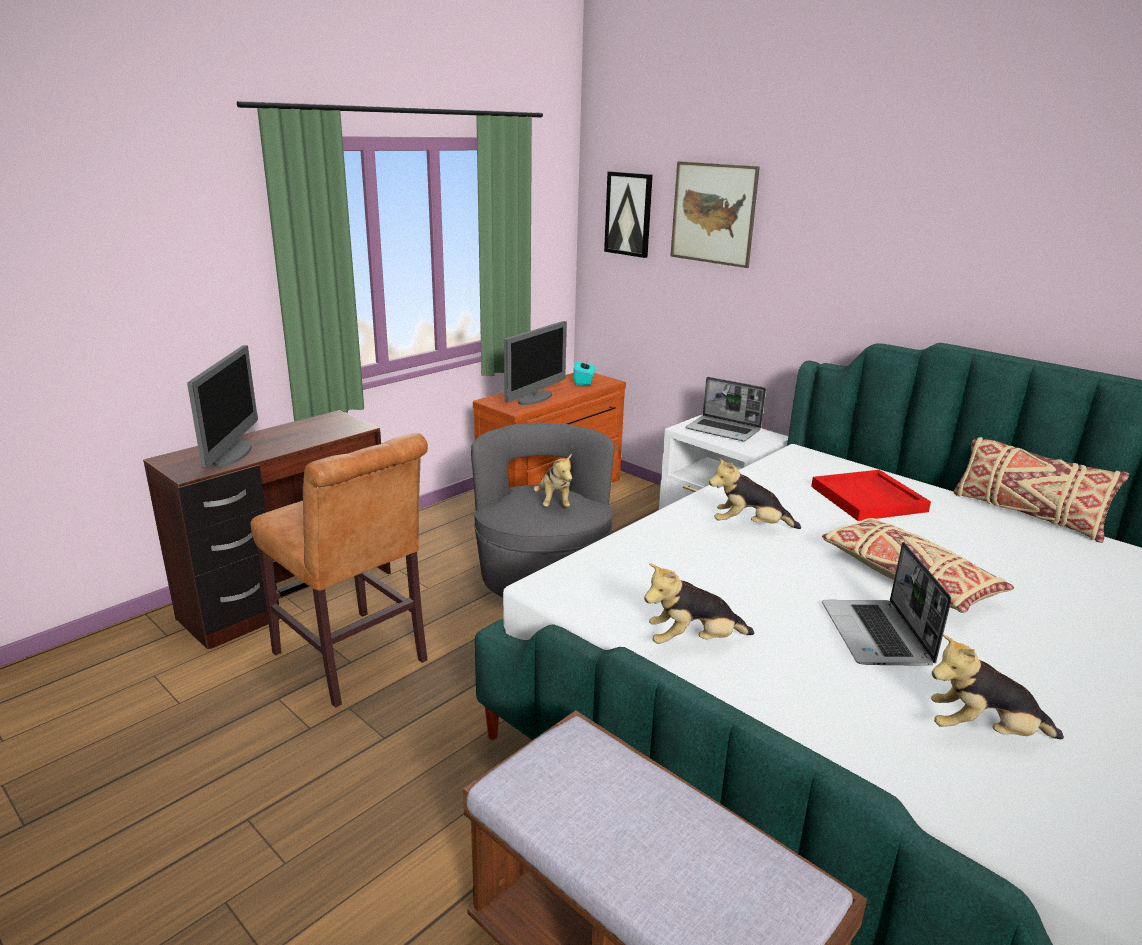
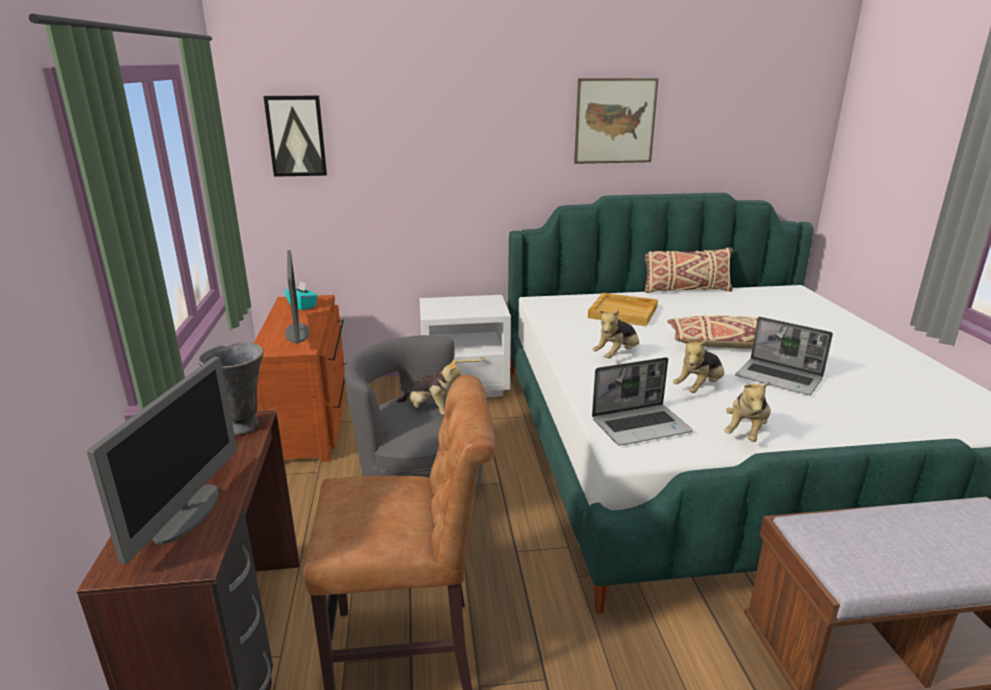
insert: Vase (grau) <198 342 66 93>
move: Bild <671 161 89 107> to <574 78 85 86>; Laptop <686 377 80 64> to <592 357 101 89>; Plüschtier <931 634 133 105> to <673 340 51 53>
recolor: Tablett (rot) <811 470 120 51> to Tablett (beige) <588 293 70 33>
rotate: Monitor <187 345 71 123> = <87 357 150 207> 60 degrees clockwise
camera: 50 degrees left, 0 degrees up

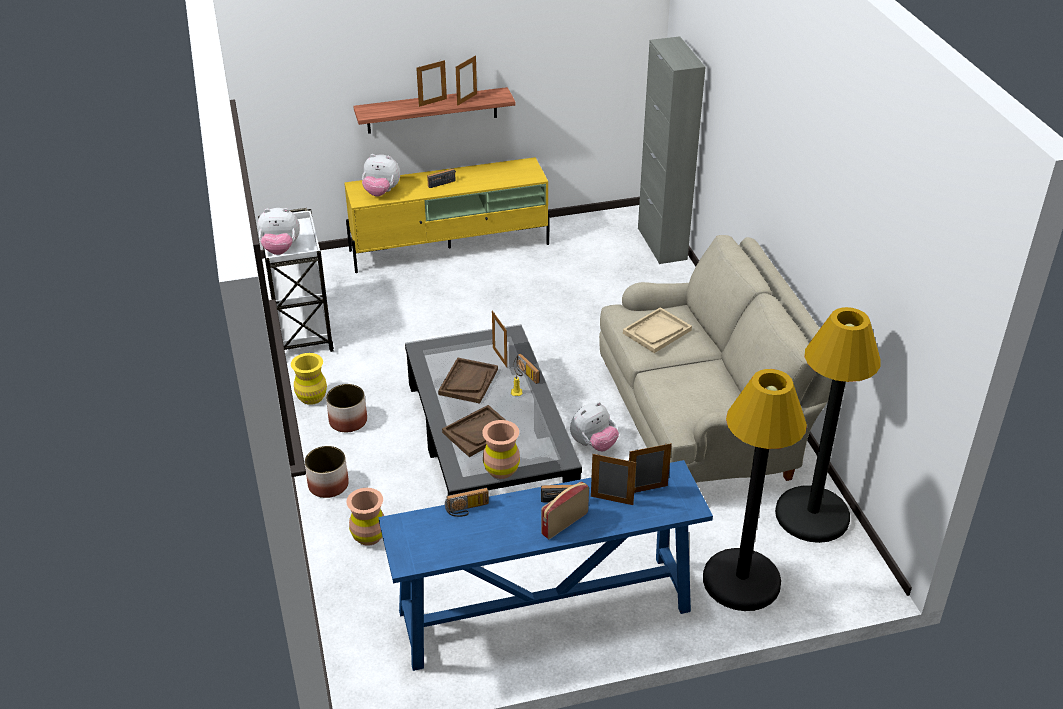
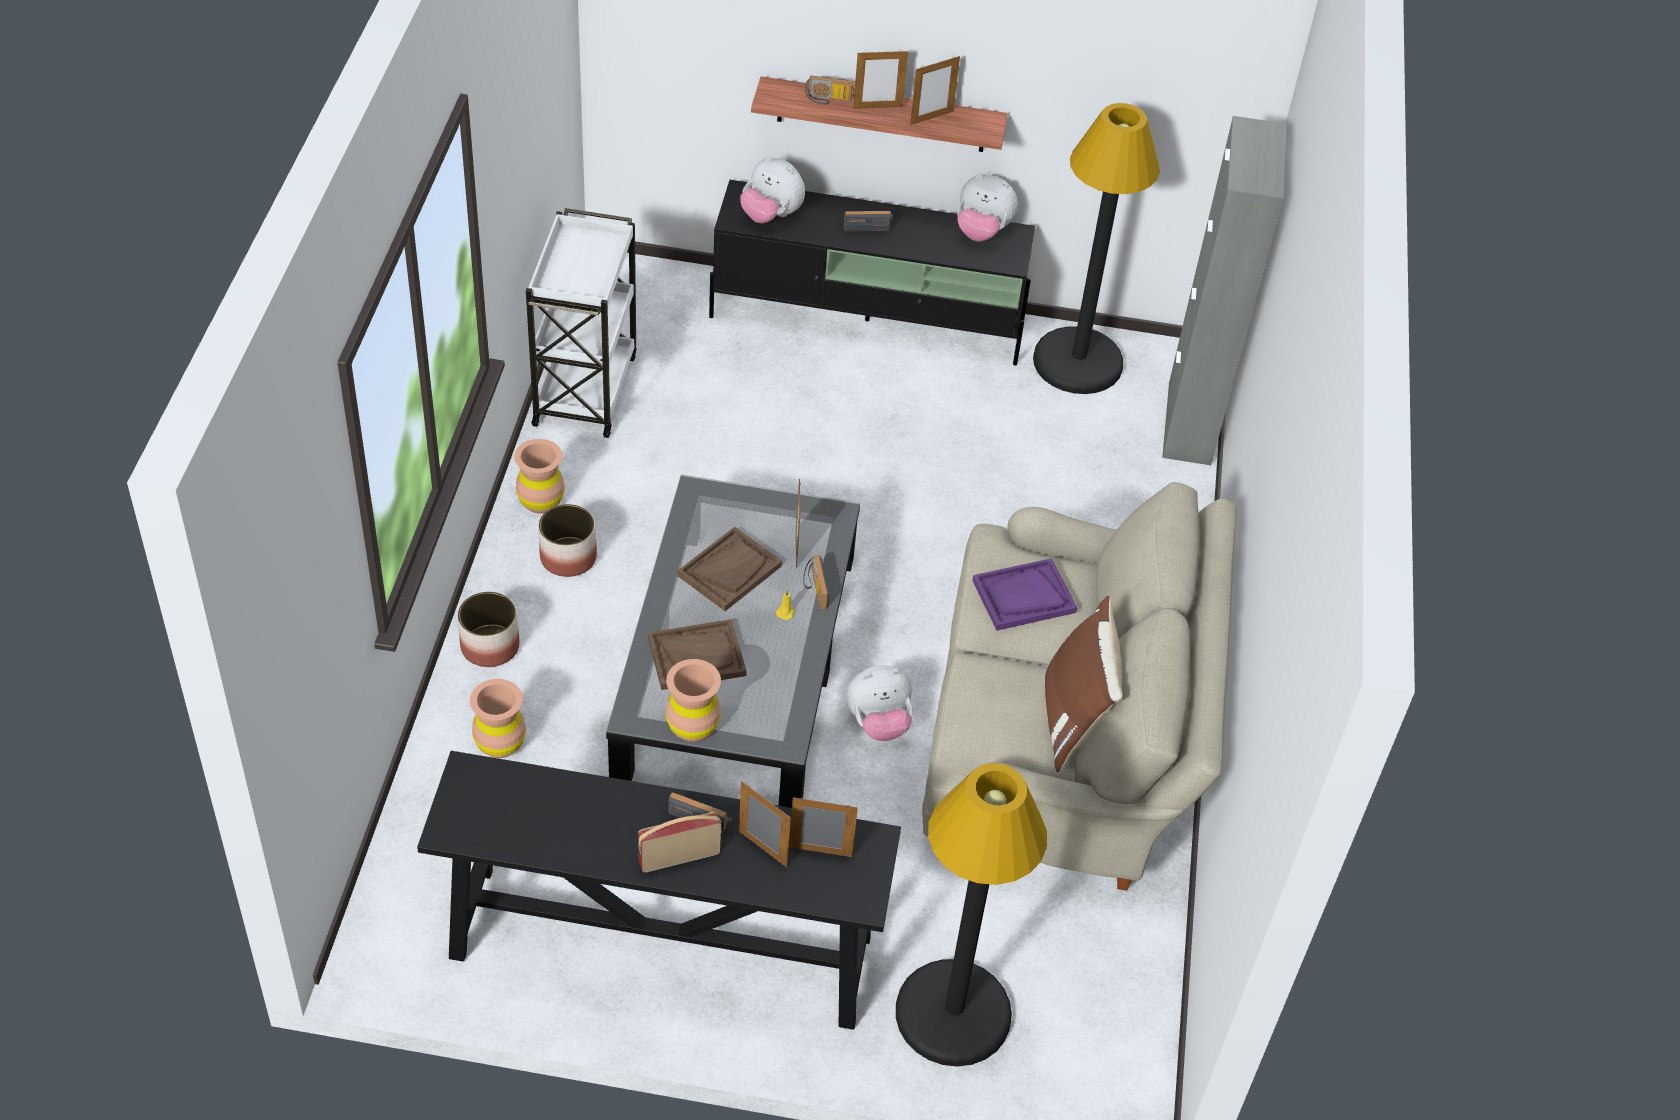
insert: Kissen (braun) <1045 596 78 176>
move: Radio <445 488 44 29> to <805 76 50 29>; Plüschtier <257 208 43 47> to <957 174 61 67>; Stehlampe (schwarz) <775 307 105 236> to <1033 103 127 291>
recolor: Konsolentisch (blau) <379 460 334 211> to Konsolentisch (schwarz) <417 751 484 279>; Vase (gelb) <291 353 36 52> to Vase (braun) <514 439 51 75>; Fernsehschrank (gelb) <344 157 206 116> to Fernsehschrank (schwarz) <709 180 326 185>; Tablett (beige) <623 307 69 46> to Tablett (lila) <972 558 105 73>
camera: 20 degrees right, 10 degrees up

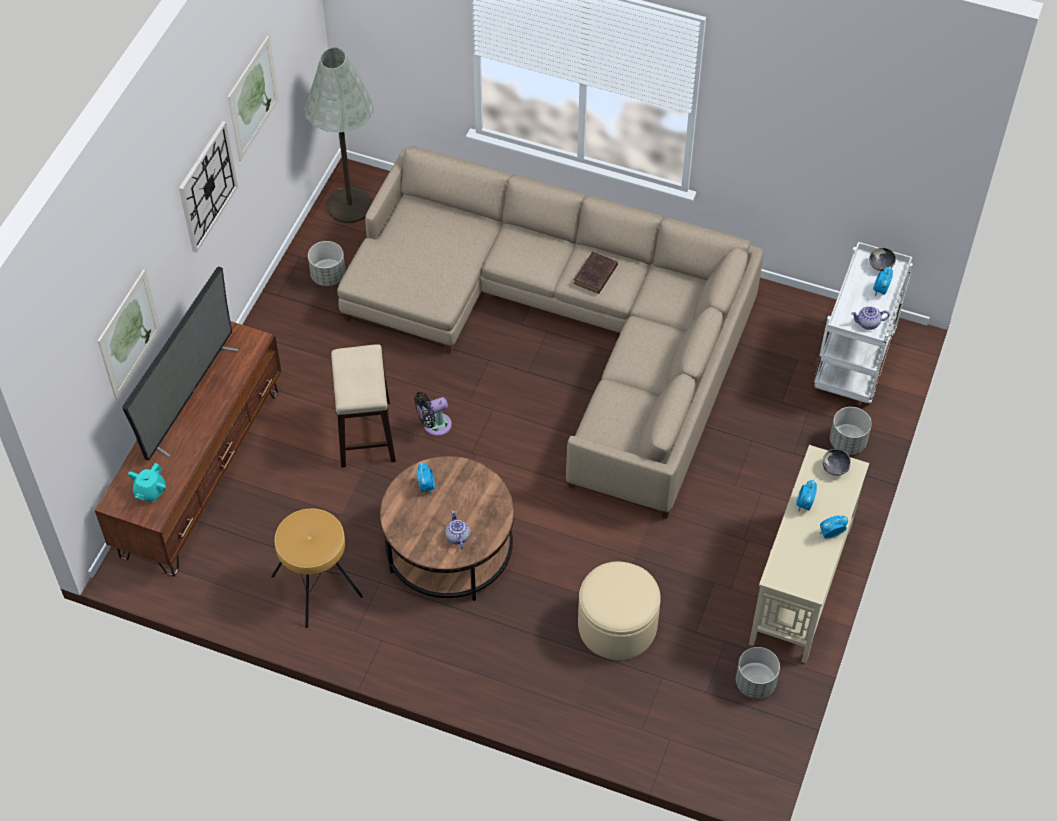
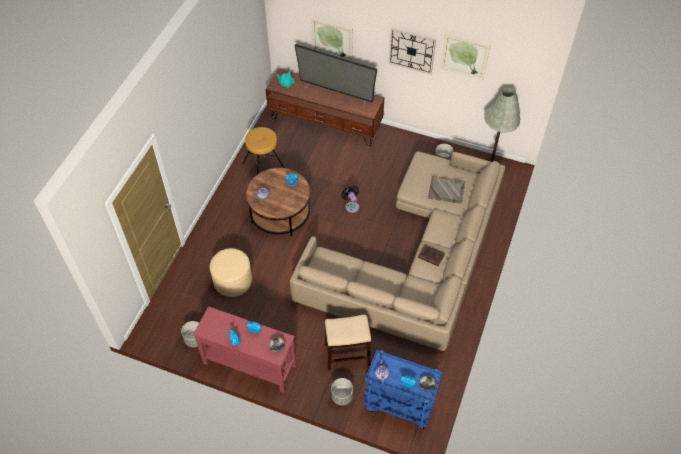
insert: Tablett (grau) <428 176 37 28>
move: Hocker <331 345 65 123> to <325 315 46 56>
recolor: Konsolentisch (beige) <749 445 120 218> to Konsolentisch (rot) <193 306 104 87>; Rollwagen (weiß) <814 242 99 162> to Rollwagen (blau) <364 350 78 80>
camera: 90 degrees right, 0 degrees up

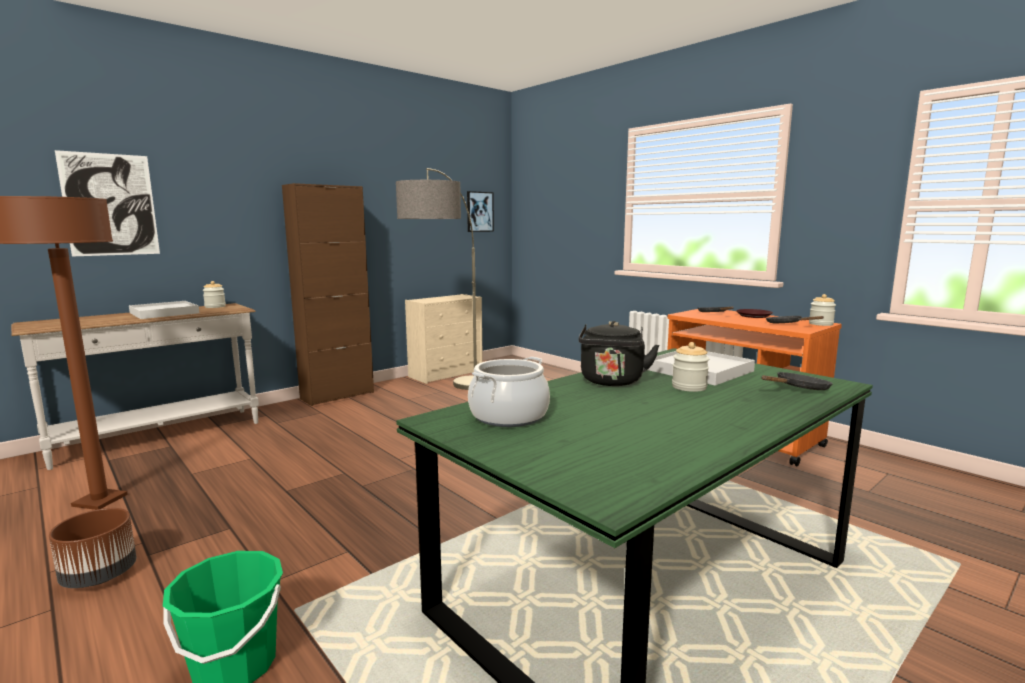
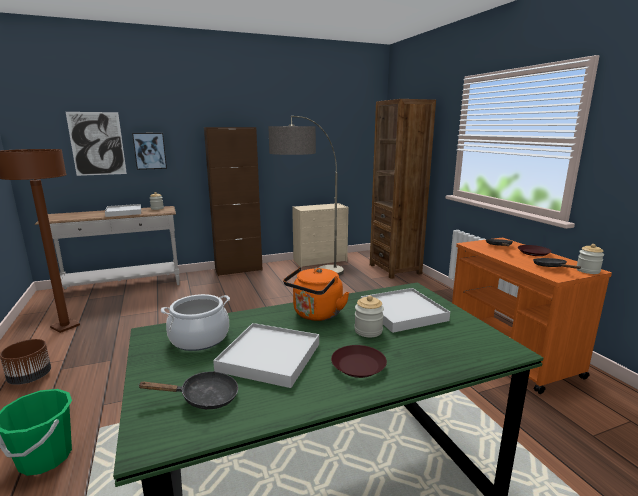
insert: Tablett (weiß) <213 323 106 65>; Teller (braun) <331 345 56 33>; Bücherregal (braun) <370 99 66 180>
move: Bild <467 191 27 41> to <132 133 35 37>; Pfanne (schwarz) <761 372 72 18> to <138 371 100 39>
recolor: Wasserkessel (schwarz) <579 321 81 65> to Wasserkessel (orange) <283 267 66 54>
camera: 20 degrees right, 5 degrees up

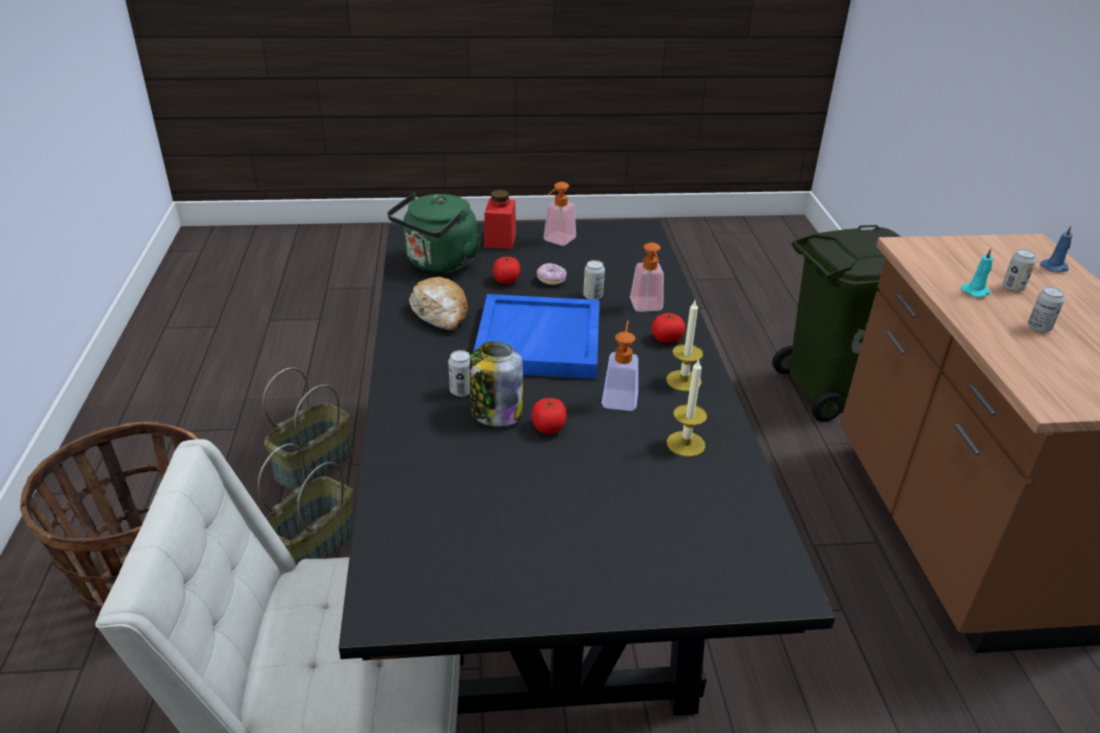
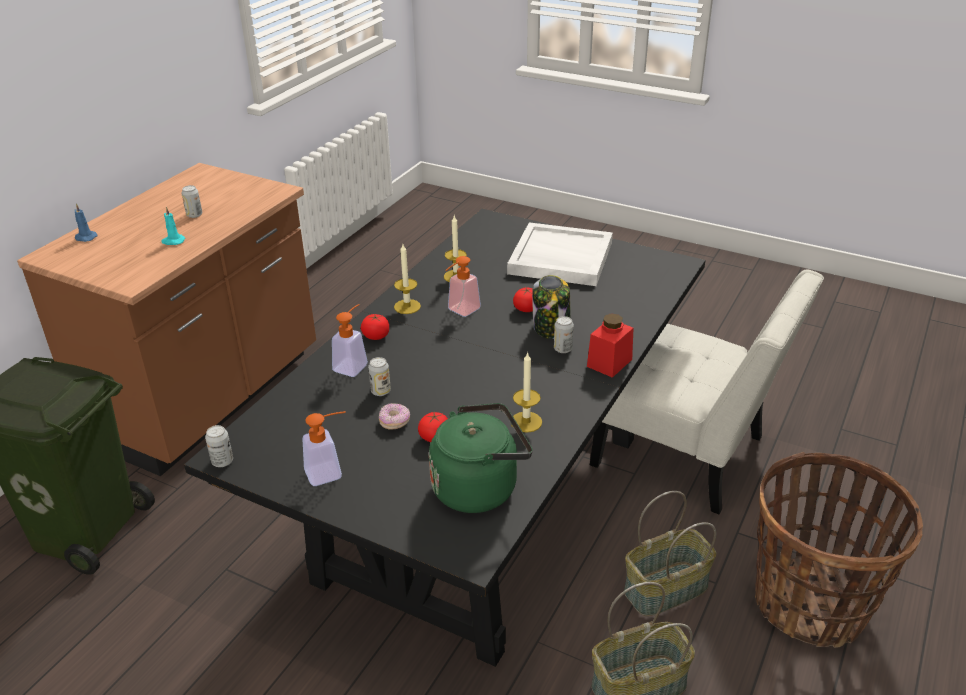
delete: Tablett (blau) <474 294 126 85>
insert: Tablett (weiß) <507 222 106 64>
move: Dose <1003 249 33 43> to <205 425 28 42>; Vorratsglas (rot) <484 190 32 59> to <587 314 46 64>
replace: Brot <409 277 59 53> to Kerze <511 352 31 81>
camera: 145 degrees left, 0 degrees up

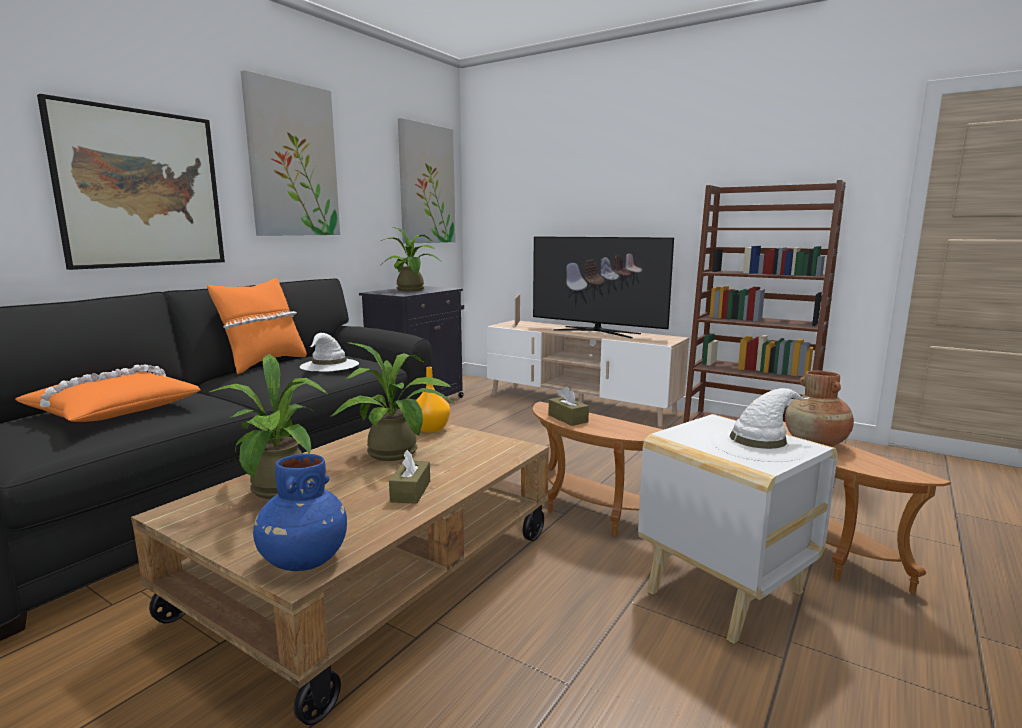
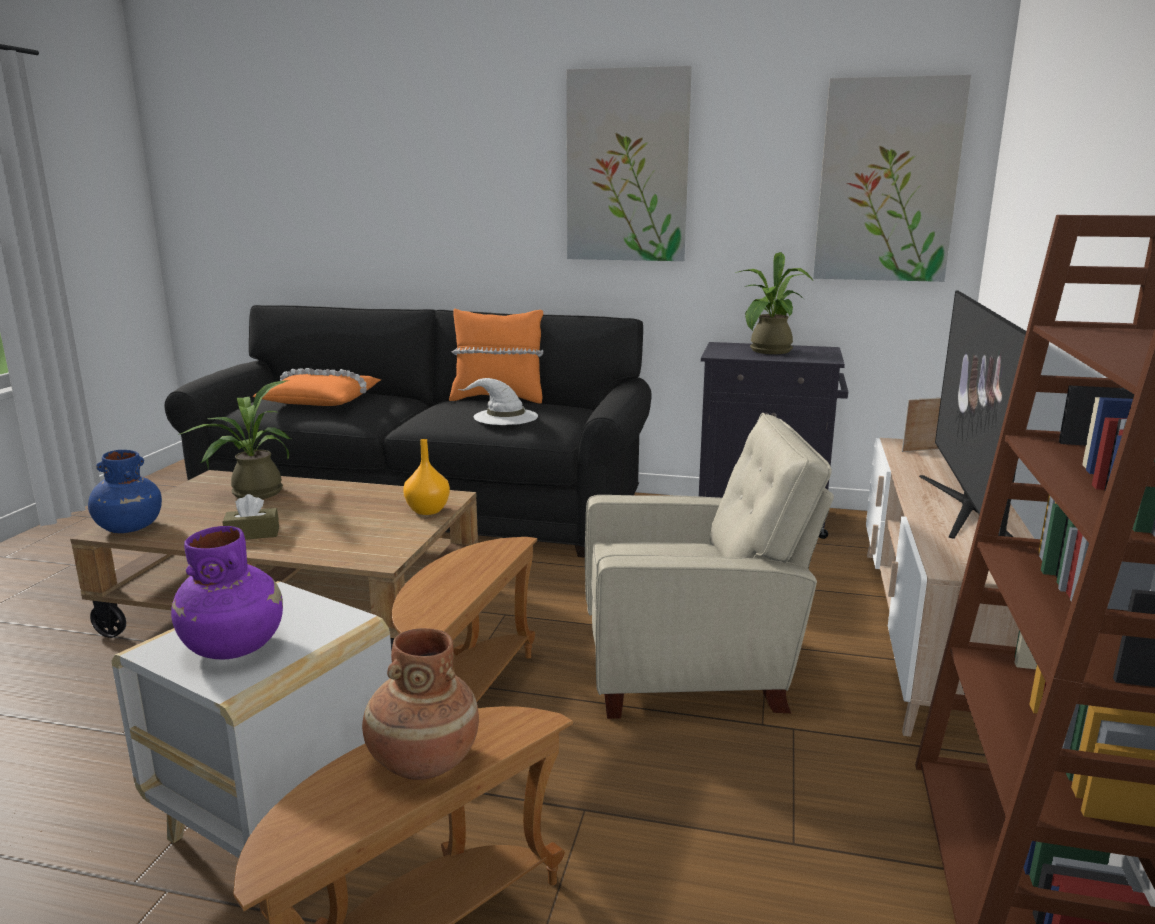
delete: Bild <37 94 188 176>; Topfpflanze <331 342 124 119>; Taschentuchbox (braun) <549 386 40 40>
insert: Sessel (beige) <585 413 249 306>
replace: Hut (weiß) <710 388 100 74> to Vase (lila) <171 526 112 134>
camera: 70 degrees right, 5 degrees up

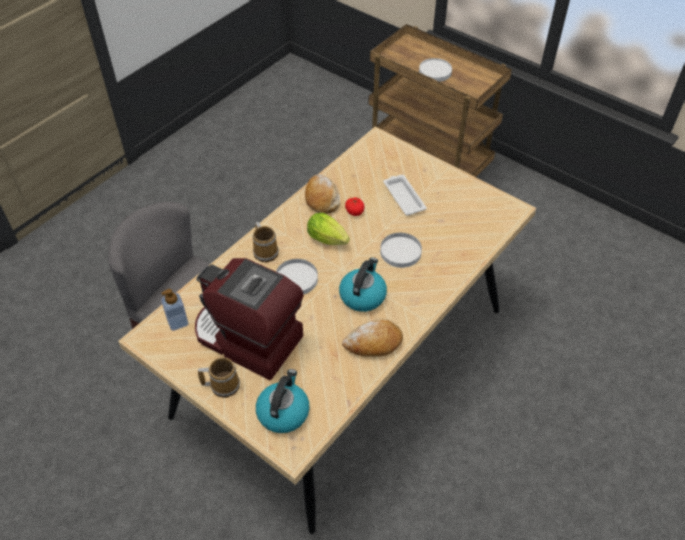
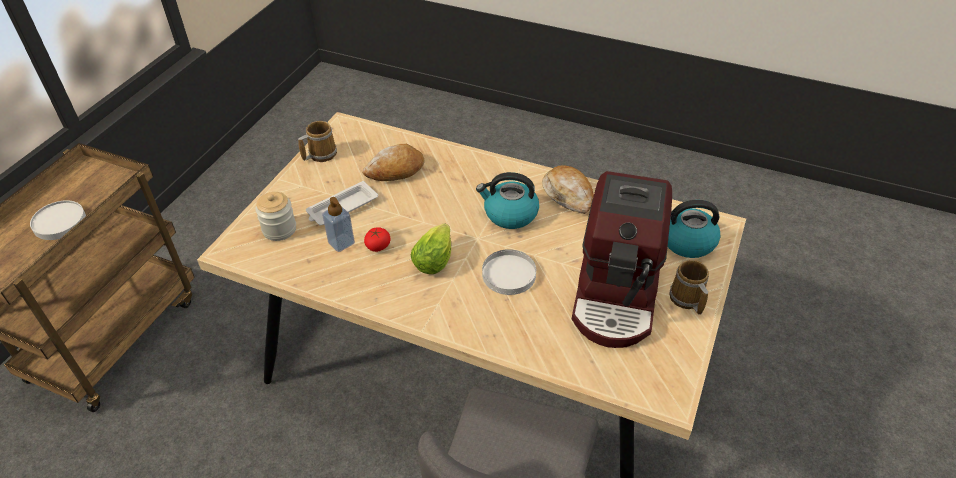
delete: Teller (weiß) <380 233 42 35>
insert: Vorratsglas <255 192 41 49>
move: Henkelbecher <253 222 26 40> to <298 121 39 41>; Seifenspender <161 289 27 42> to <322 197 33 55>; Brot <305 174 35 40> to <362 144 62 37>
camera: 105 degrees left, 5 degrees down

